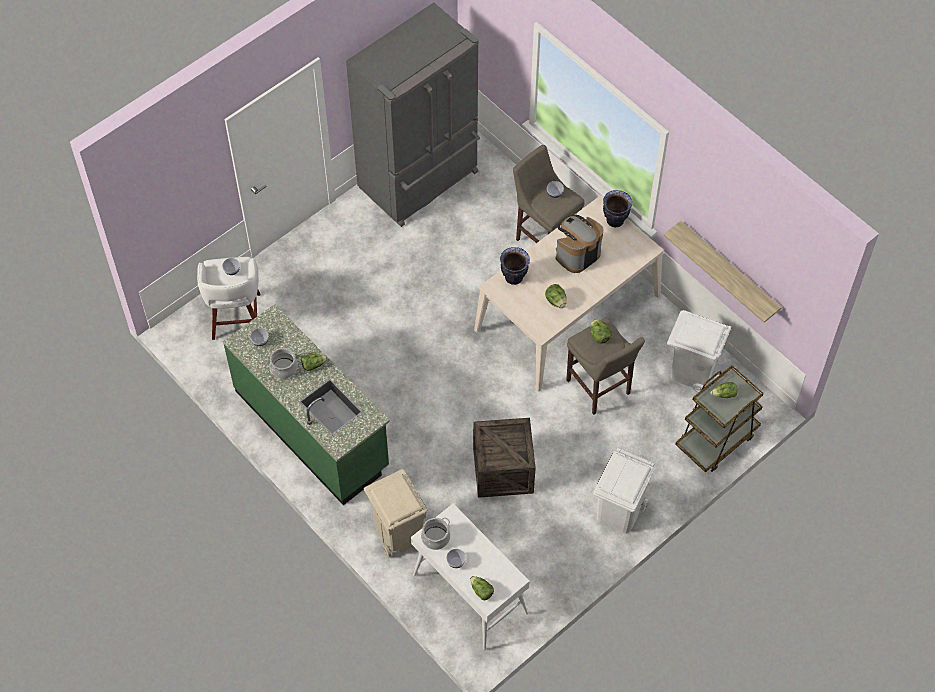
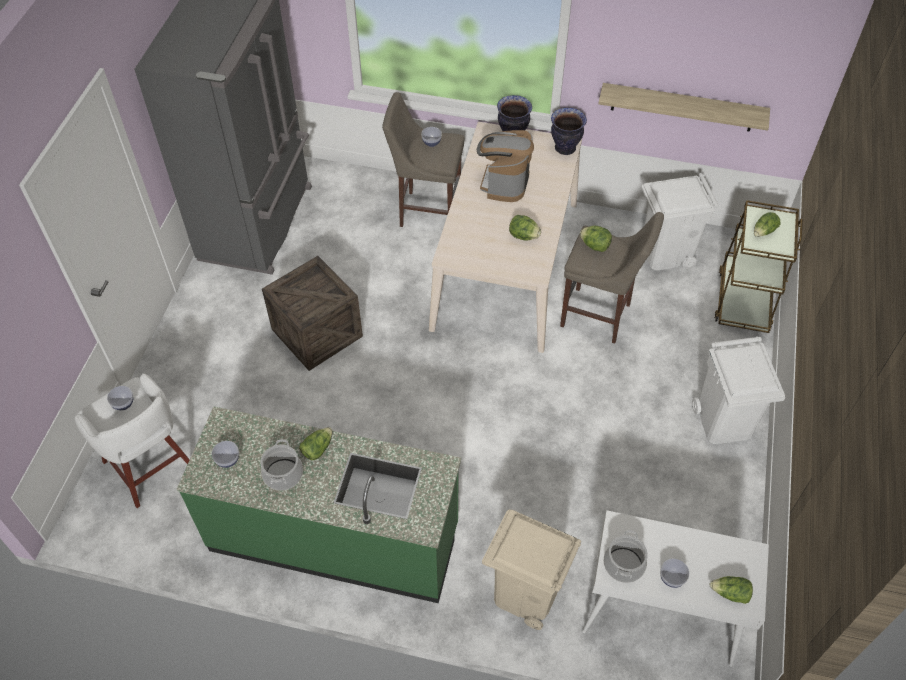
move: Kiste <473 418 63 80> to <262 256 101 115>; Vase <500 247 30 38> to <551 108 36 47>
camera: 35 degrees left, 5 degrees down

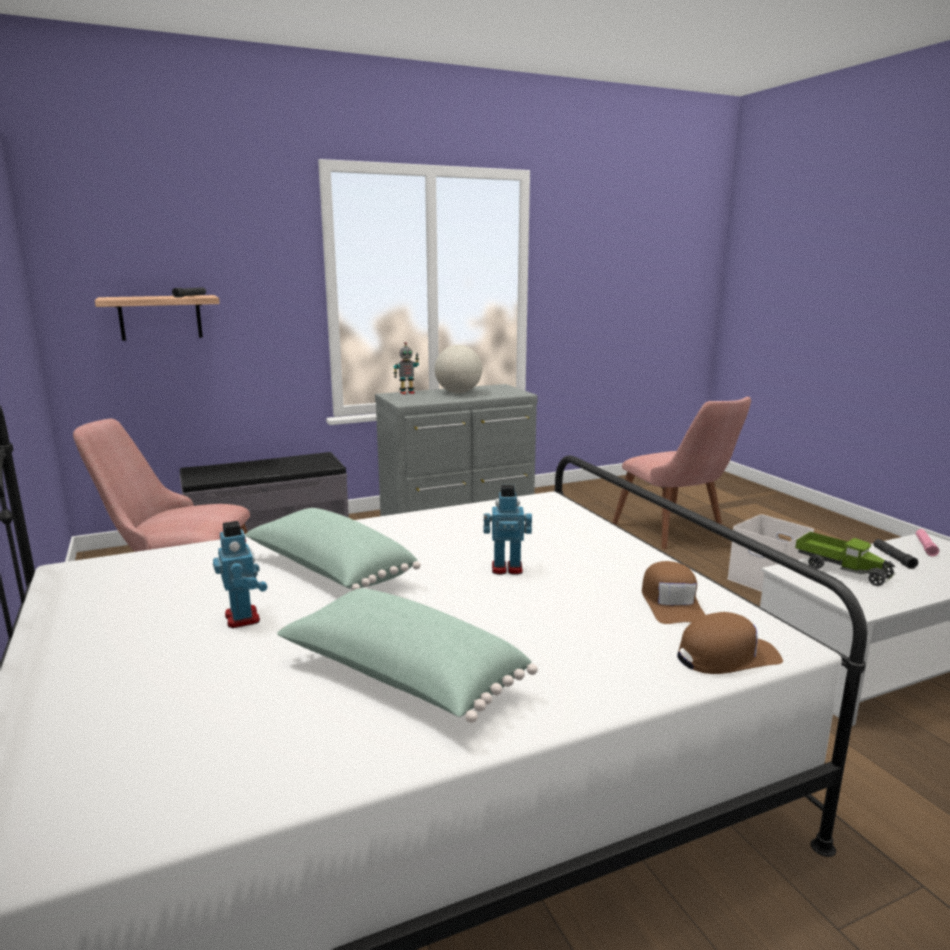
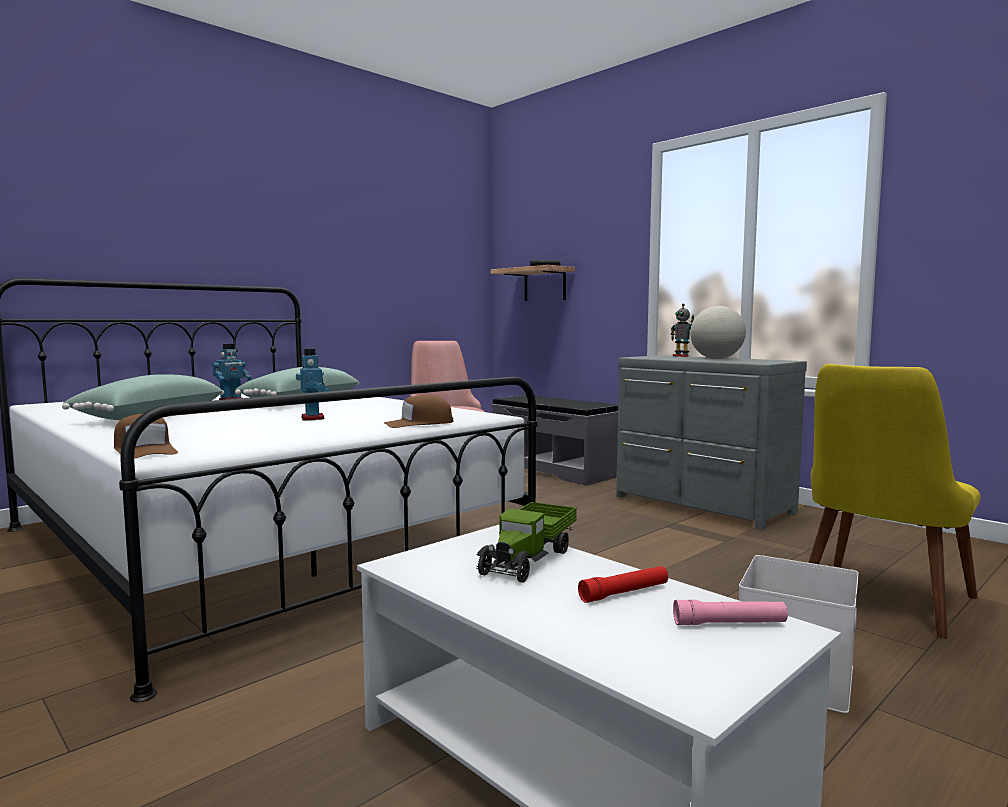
move: Kappe (braun) <642 561 64 63> to <384 395 69 33>
recolor: Taschenlampe (schwarz) <873 539 45 30> to Taschenlampe (rot) <578 566 90 37>; Stuhl (rosa) <612 397 139 152> to Stuhl (gelb) <808 364 172 275>
camera: 70 degrees right, 10 degrees down

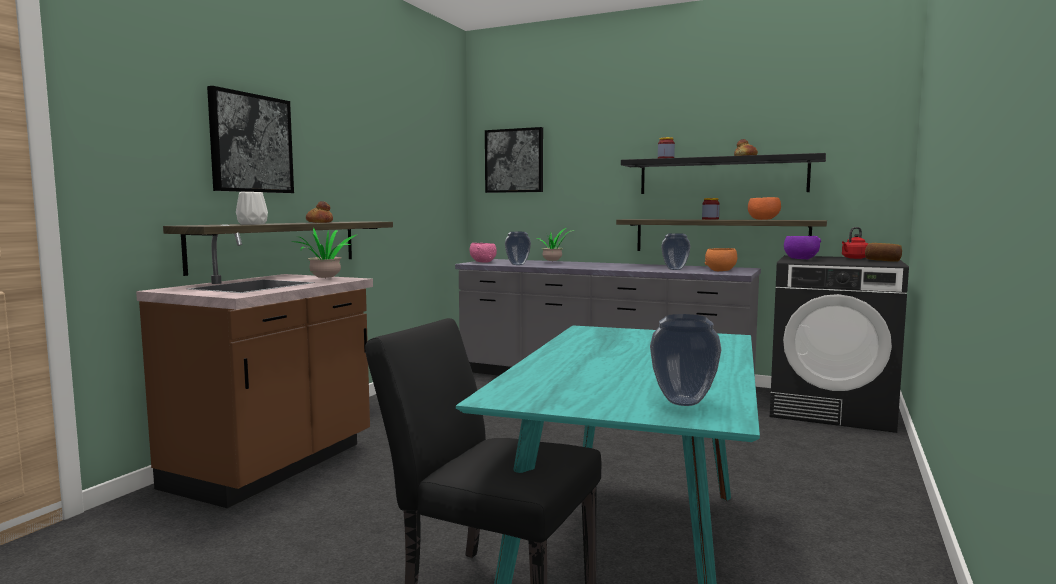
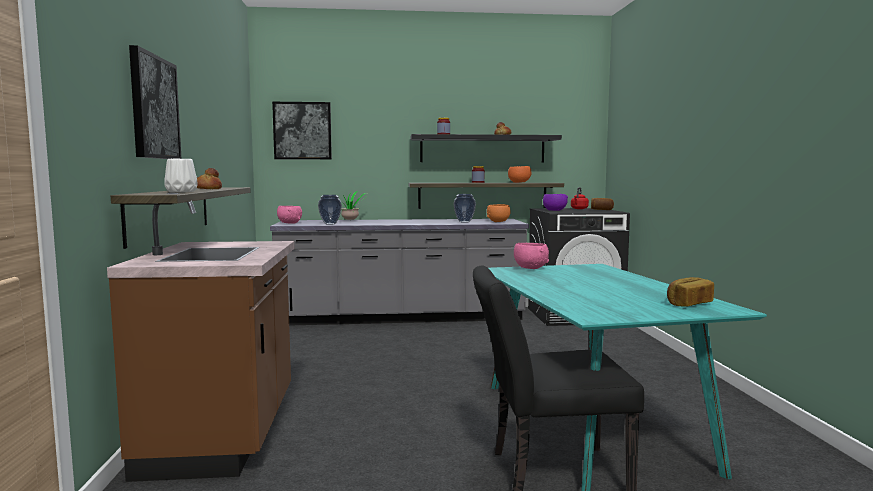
delete: Topfpflanze <291 228 65 51>
insert: Schüssel (rosa) <514 243 35 26>
replace: Vase <650 314 72 92> to Brot <667 277 47 30>
camera: 30 degrees left, 0 degrees up

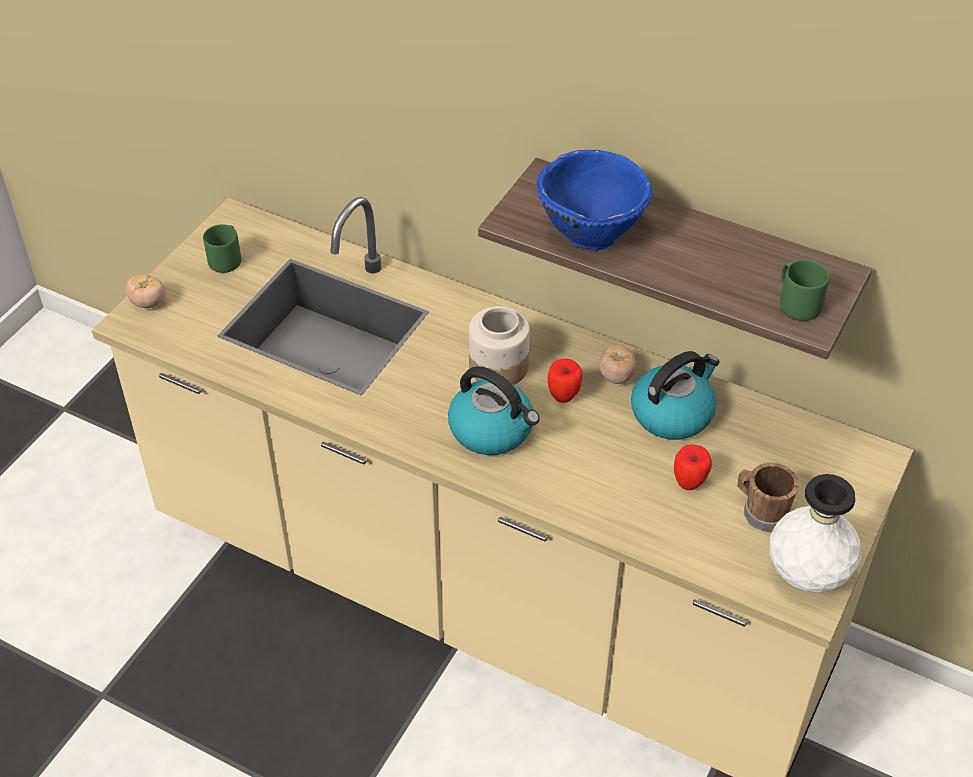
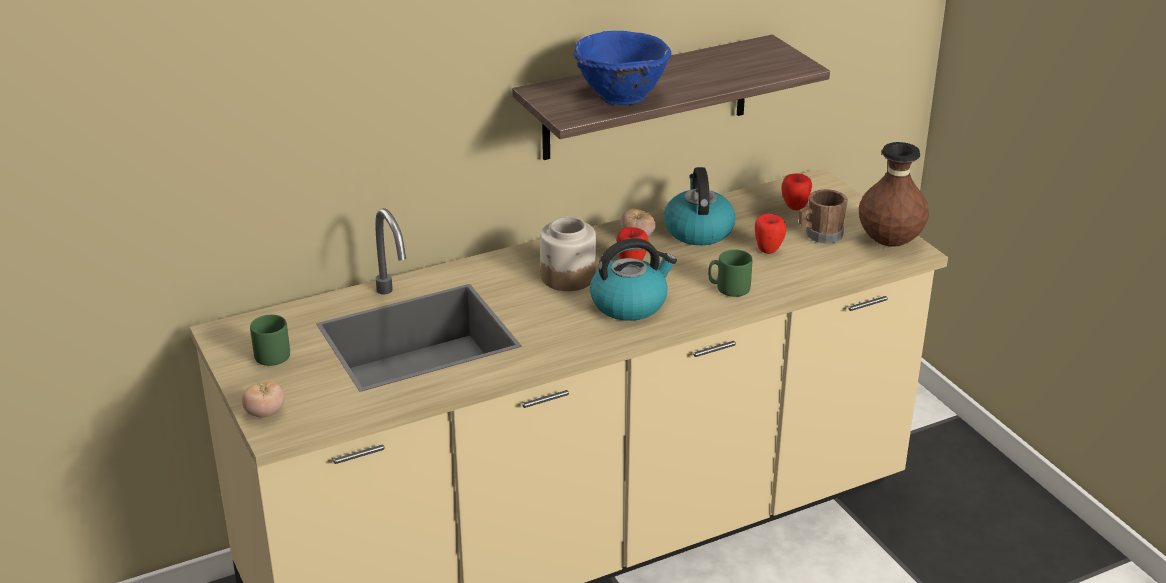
insert: Apfel <781 174 31 37>
move: Henkelbecher (grün) <780 260 50 61> to <708 249 45 48>
recolor: Vase (weiß) <770 474 91 119> to Vase (braun) <859 142 70 105>
camera: 55 degrees left, 15 degrees down

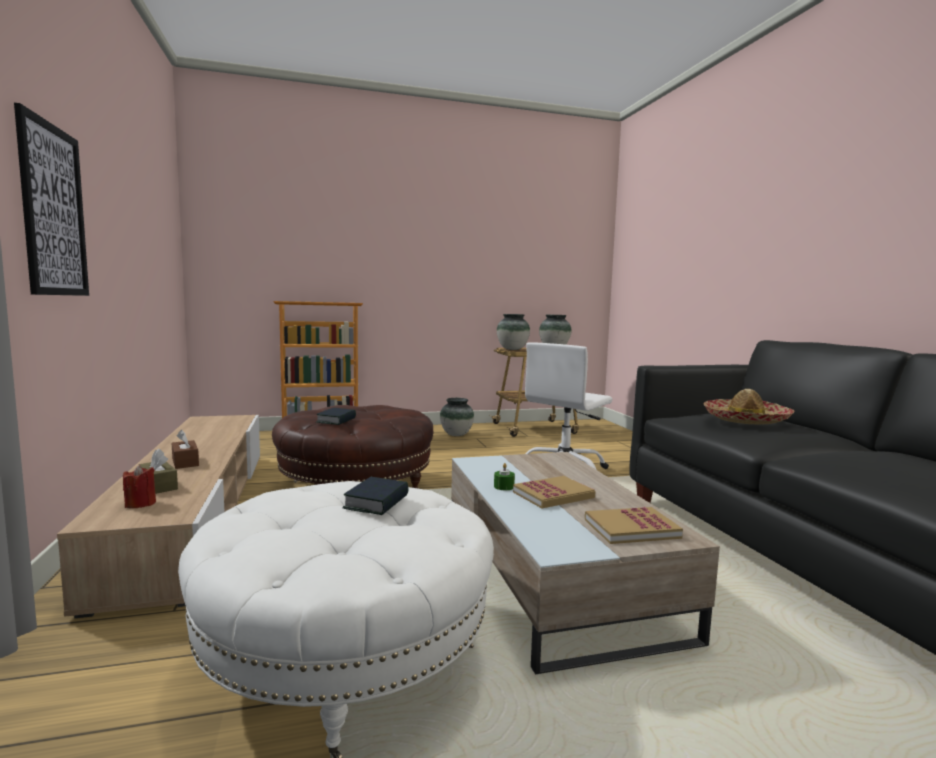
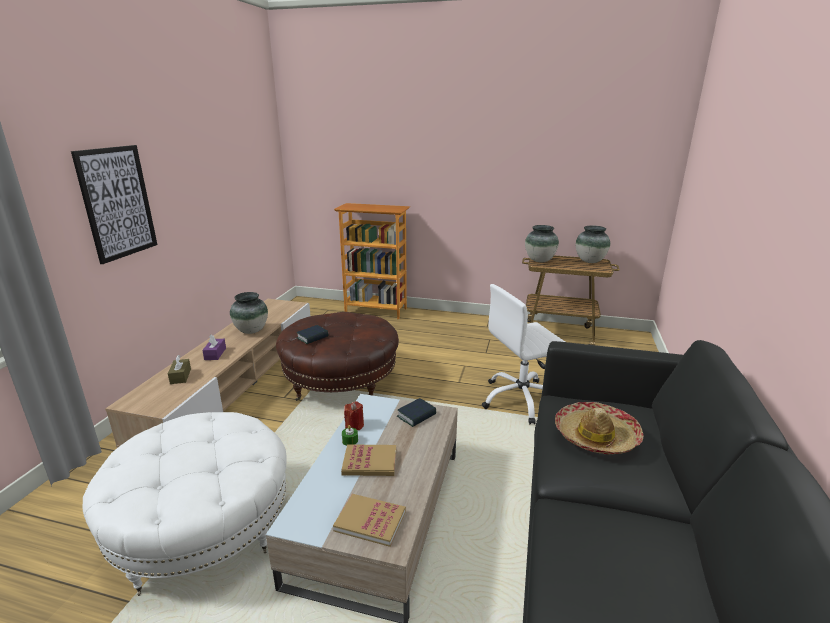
move: Vase <440 398 34 38> to <230 292 38 42>; Kerze (rot) <123 465 33 43> to <344 401 20 29>; Buch <342 477 67 38> to <397 398 39 29>
recolor: Taschentuchbox (braun) <172 430 27 39> to Taschentuchbox (lila) <202 335 24 25>
camera: 30 degrees right, 15 degrees up

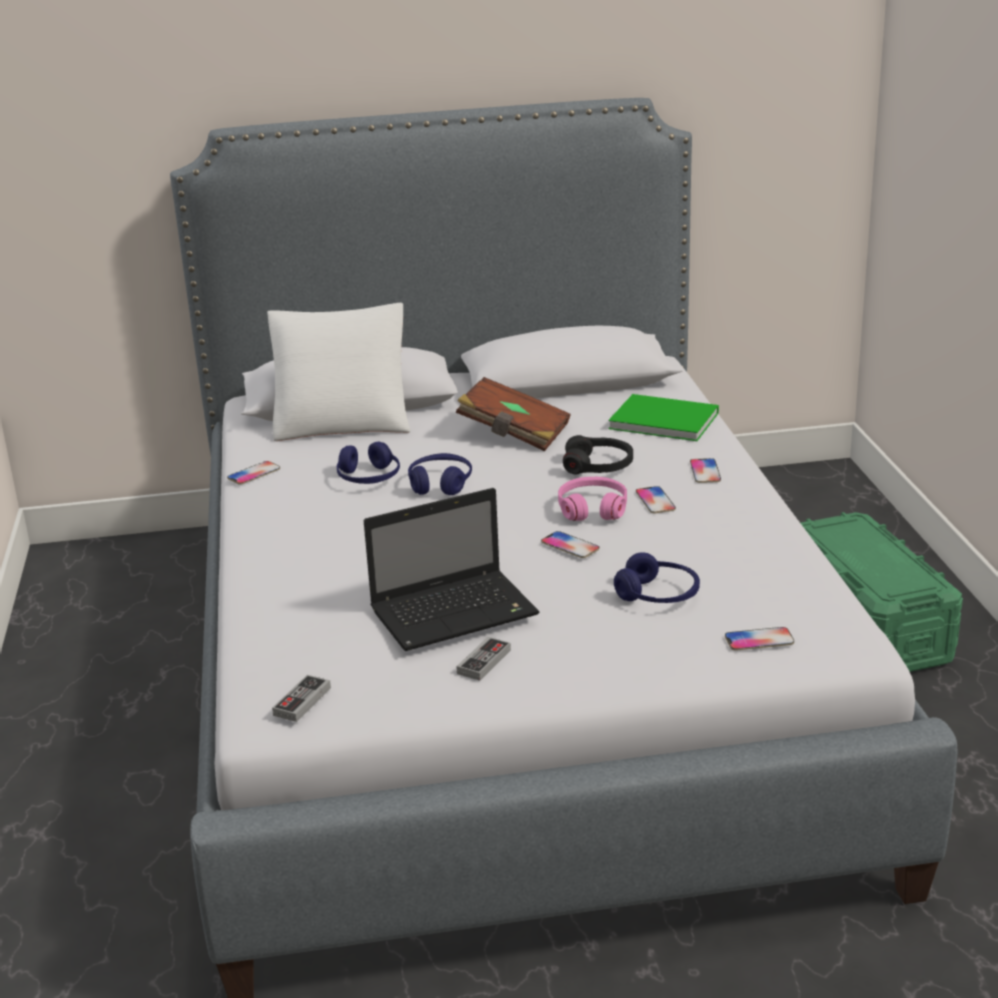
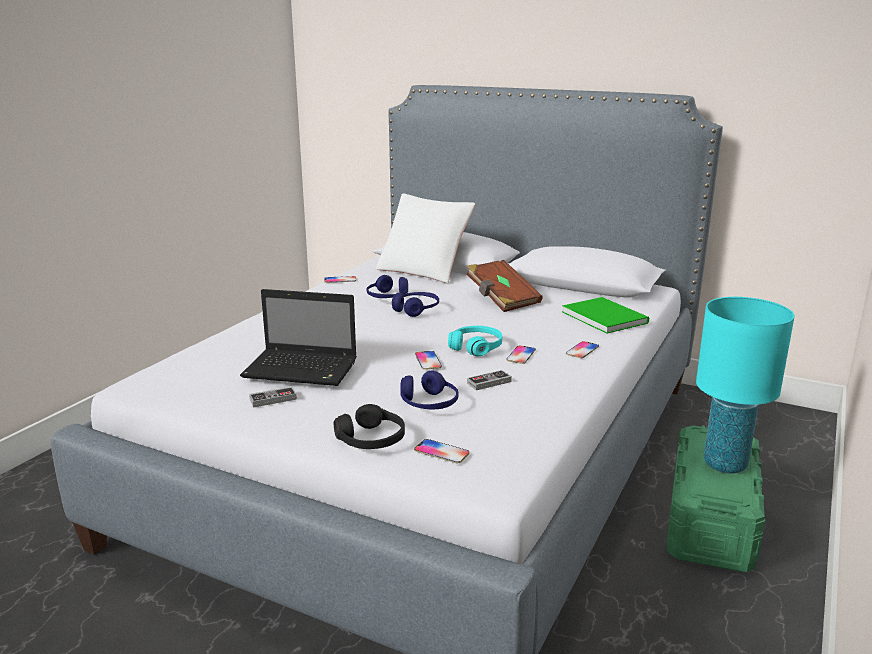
insert: Tischlampe (türkis) <696 297 99 177>
move: Kopfhörer (schwarz) <563 435 70 40> to <334 404 71 45>; Gamepad <272 675 59 47> to <467 370 45 20>
recolor: Kopfhörer (rosa) <558 477 69 44> to Kopfhörer (türkis) <448 326 54 30>
camera: 35 degrees right, 5 degrees down

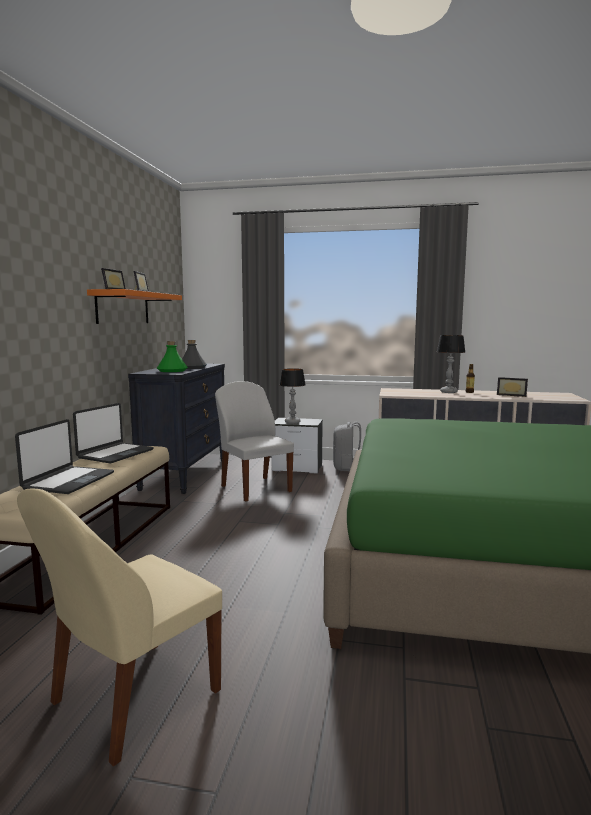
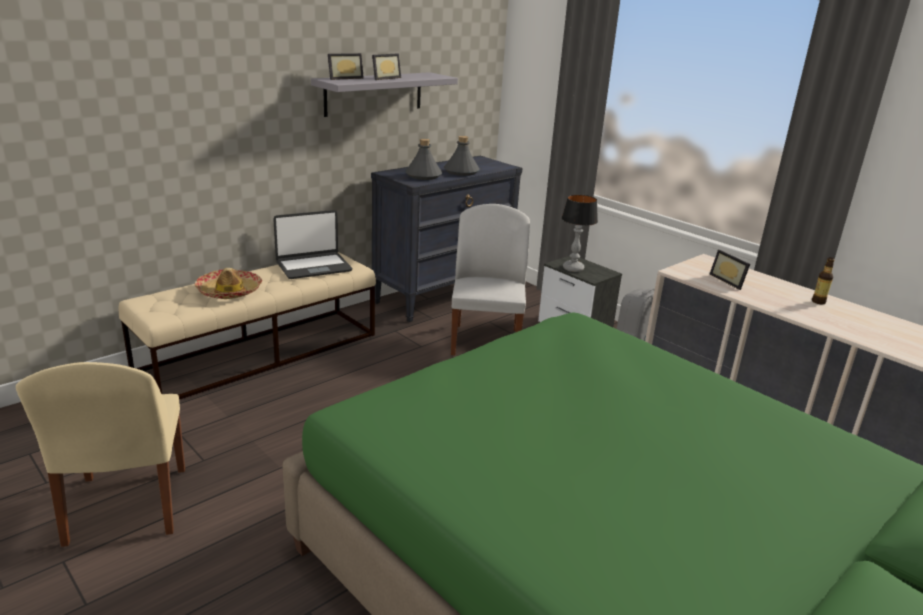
delete: Tischlampe <437 335 28 58>
move: Bilderrahmen <497 377 31 20> to <710 250 40 40>
replace: Laptop <15 419 99 75> to Hut <195 268 67 31>
recolor: Wandregal (orange) <87 289 95 35> to Wandregal (grau) <311 72 147 45>; Flasche (grün) <157 341 31 31> to Flasche (grau) <405 139 37 41>
rotate: Stuhl (beige) <17 489 205 278> = <16 362 169 185> 90 degrees counterclockwise
camera: 35 degrees right, 15 degrees up

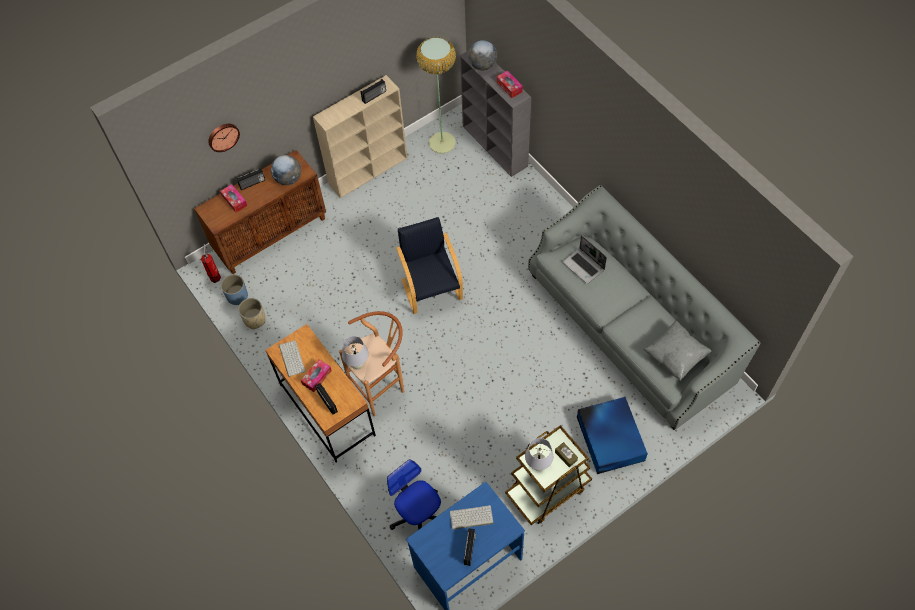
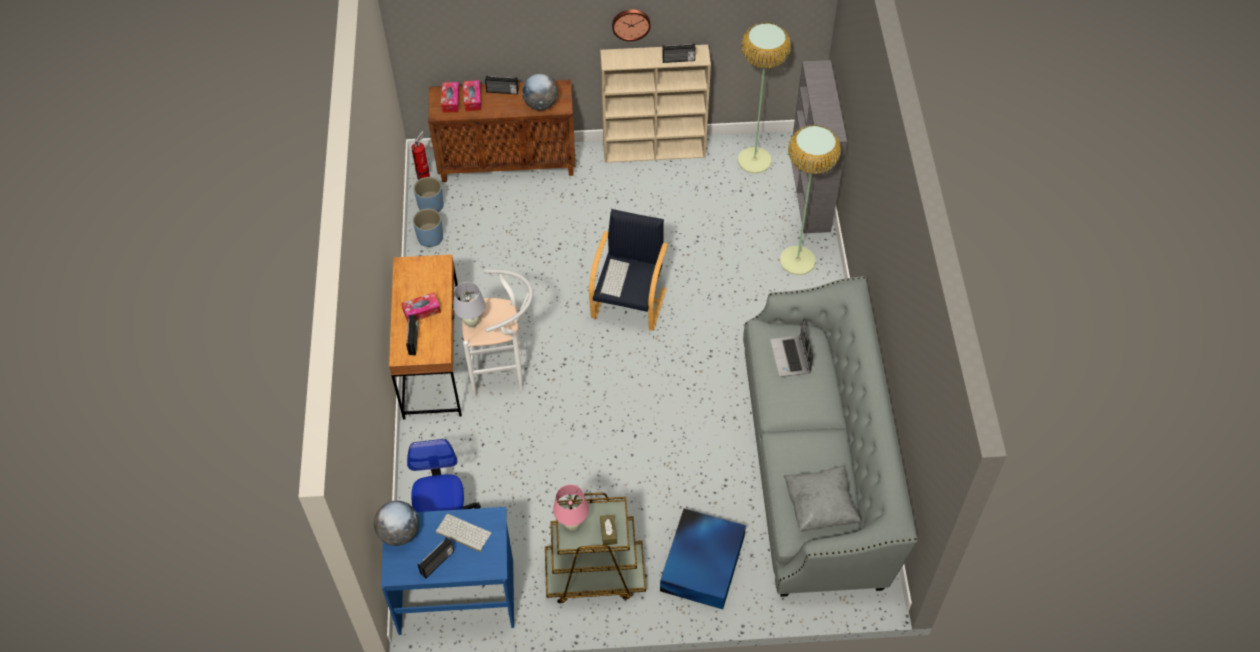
insert: Stehlampe <780 125 61 150>
move: Globus <468 40 29 30> to <374 501 45 45>; Taschentuchbox <497 70 26 28> to <441 82 19 31>; Tastatur <279 340 27 37> to <600 259 29 38>; Wanduhr <208 124 32 28> to <612 9 39 32>
recolor: Pflanzkübel (beige) <238 298 28 31> to Pflanzkübel (blau) <413 208 30 39>; Hocker (braun) <339 311 65 105> to Hocker (weiß) <462 269 71 128>; Tischlampe (weiß) <525 438 28 33> to Tischlampe (rosa) <553 485 36 45>
camera: 30 degrees right, 5 degrees down

